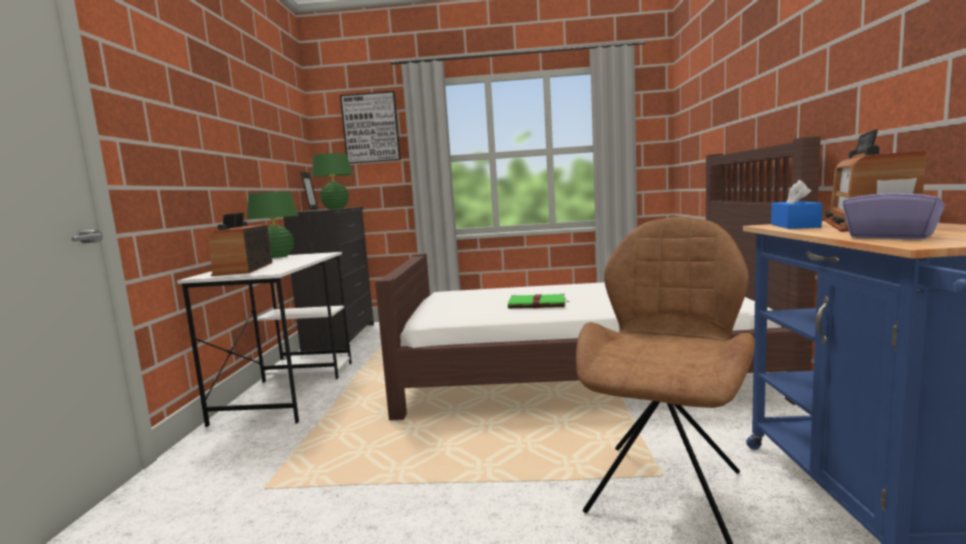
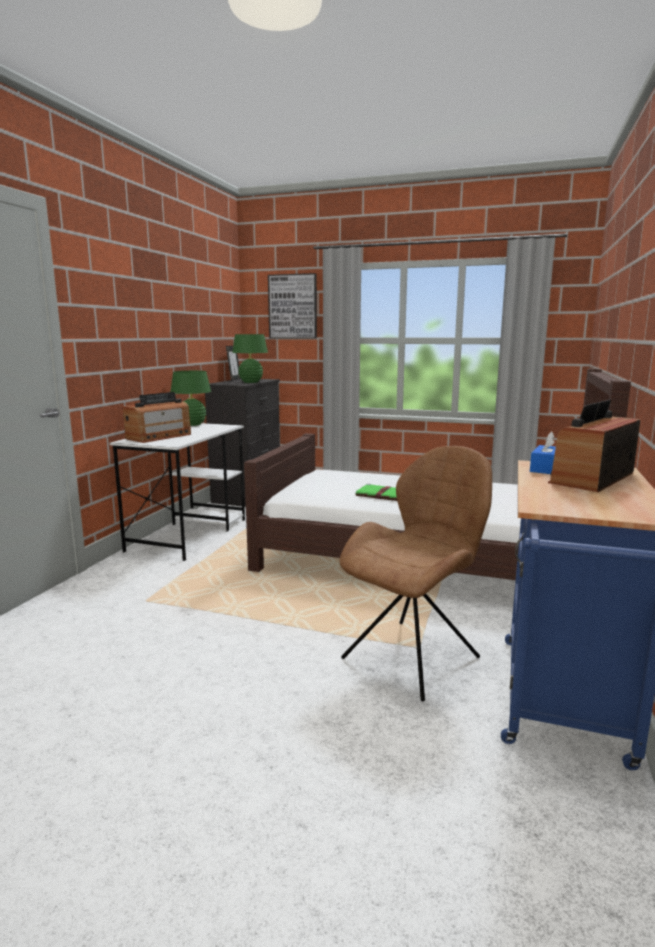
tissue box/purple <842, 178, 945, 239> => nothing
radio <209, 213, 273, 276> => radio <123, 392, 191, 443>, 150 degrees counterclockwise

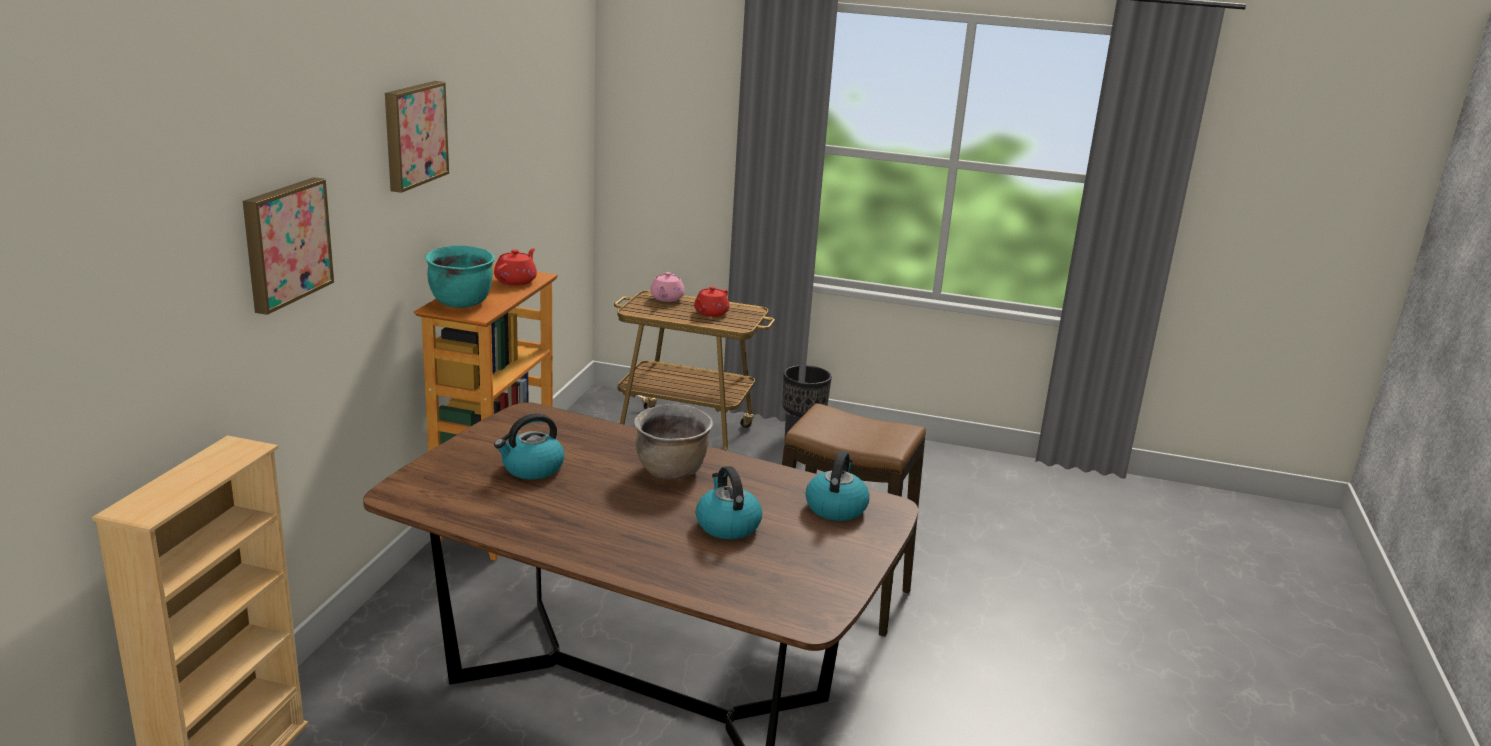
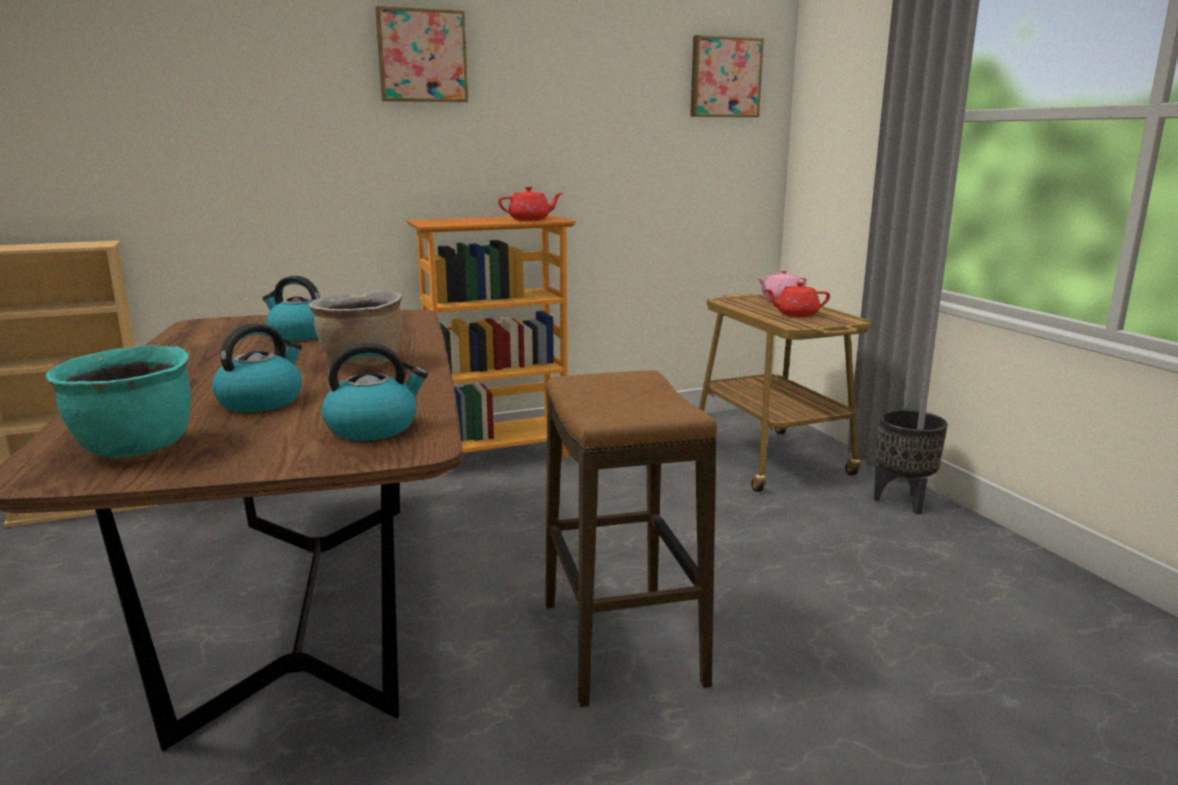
picture <243, 177, 334, 315> => picture <690, 35, 764, 117>, moved
cooking pot/turquoise <425, 245, 495, 308> => cooking pot/turquoise <45, 345, 191, 458>, moved

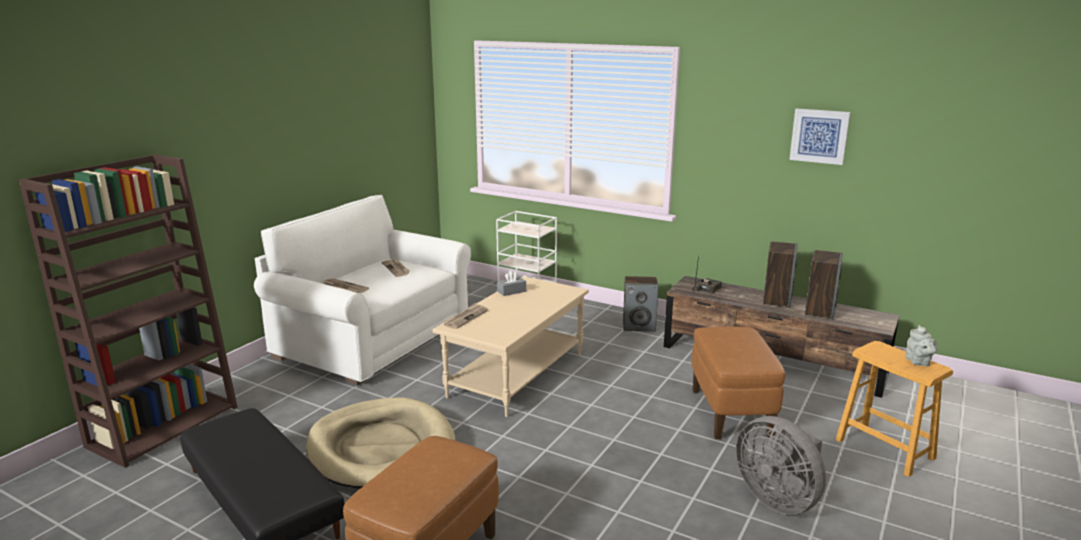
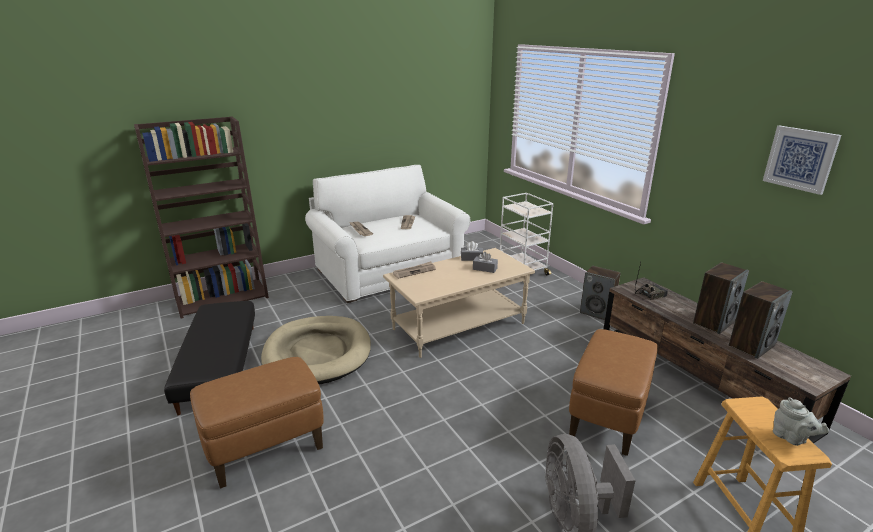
nothing => tissue box/grey <473, 252, 498, 273>
teapot/grey <905, 325, 937, 366> => teapot/grey <773, 397, 829, 446>, 60 degrees counterclockwise

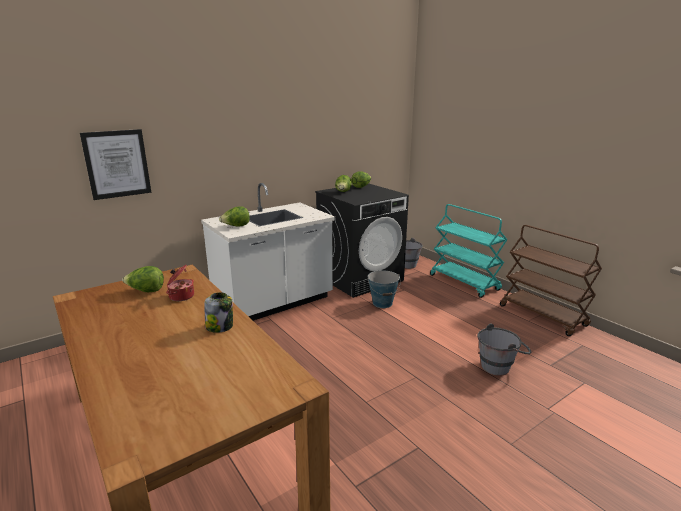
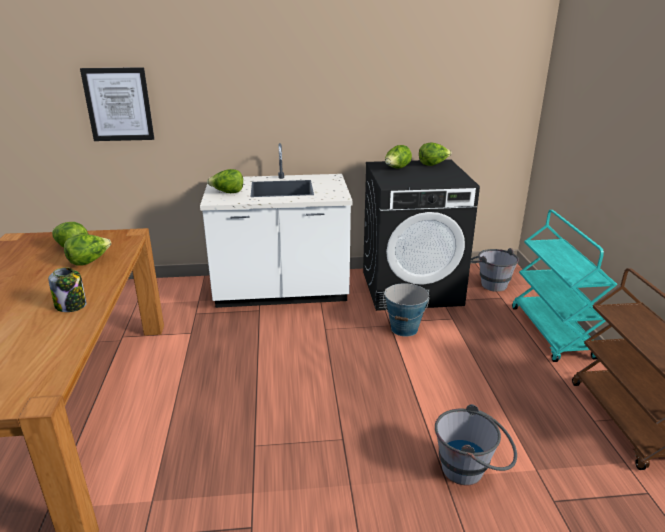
cooking pot <166, 265, 194, 301> => lettuce <64, 234, 111, 266>

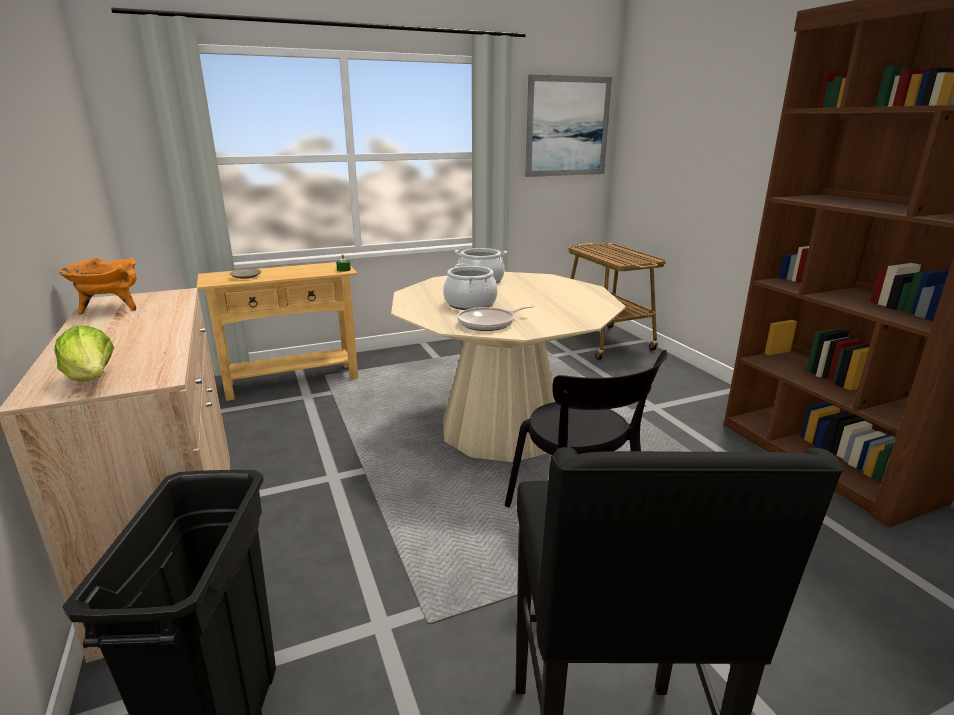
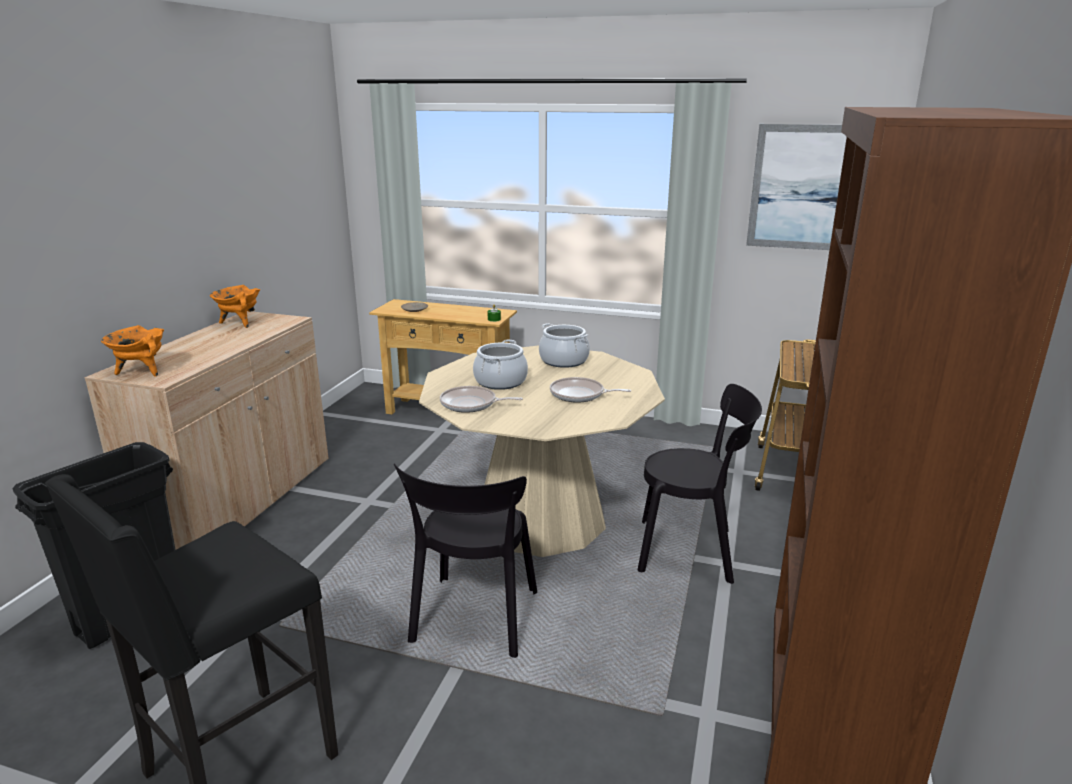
nothing => frying pan <550, 377, 631, 403>
nothing => chair/black <638, 384, 762, 584>
lettuce <54, 326, 114, 382> => cooking pot/orange <101, 325, 164, 377>

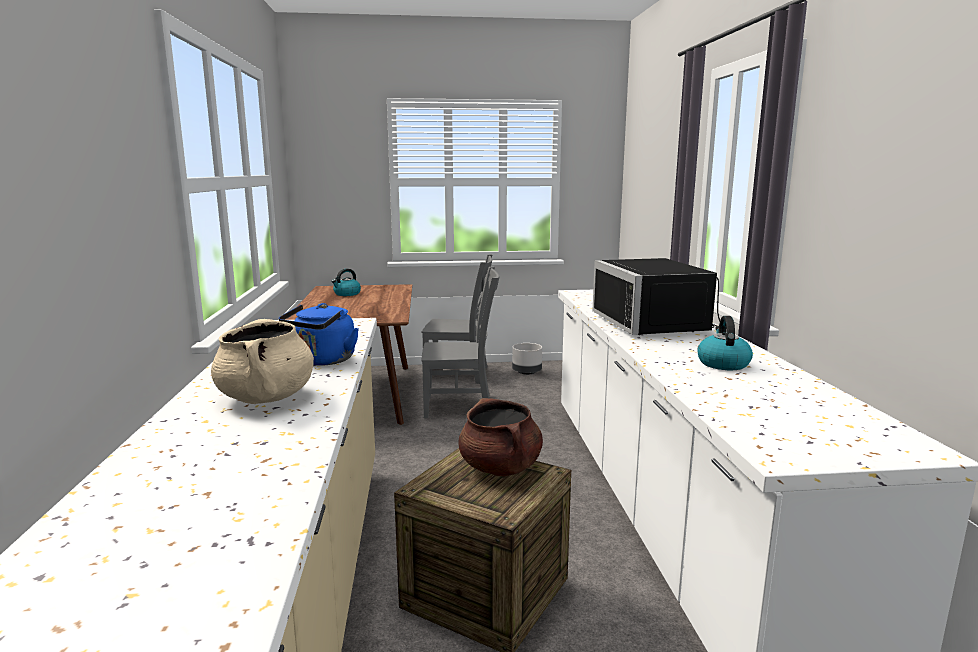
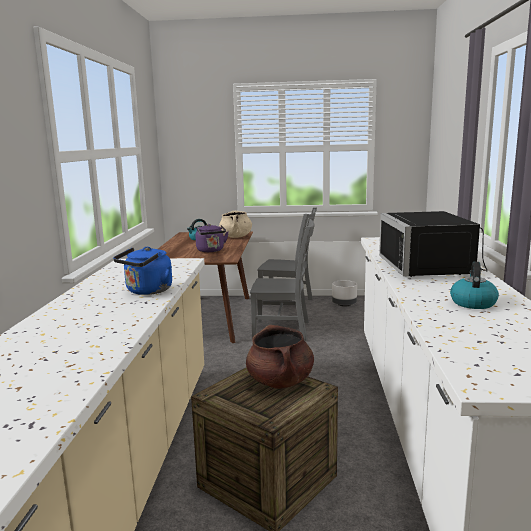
nothing => kettle/purple <195, 224, 229, 252>
cooking pot/beige <211, 319, 314, 404> => cooking pot/beige <219, 211, 252, 238>, moved

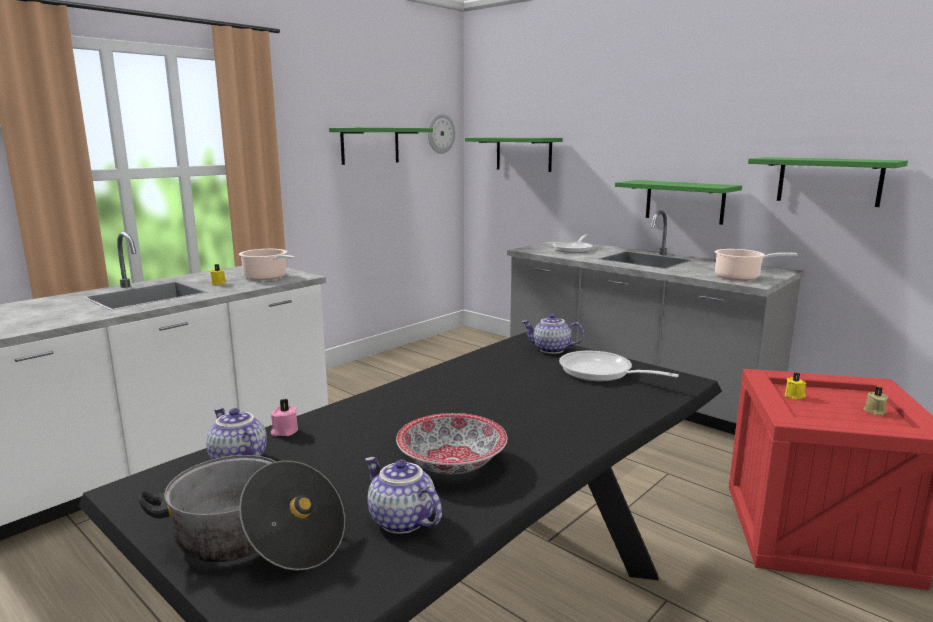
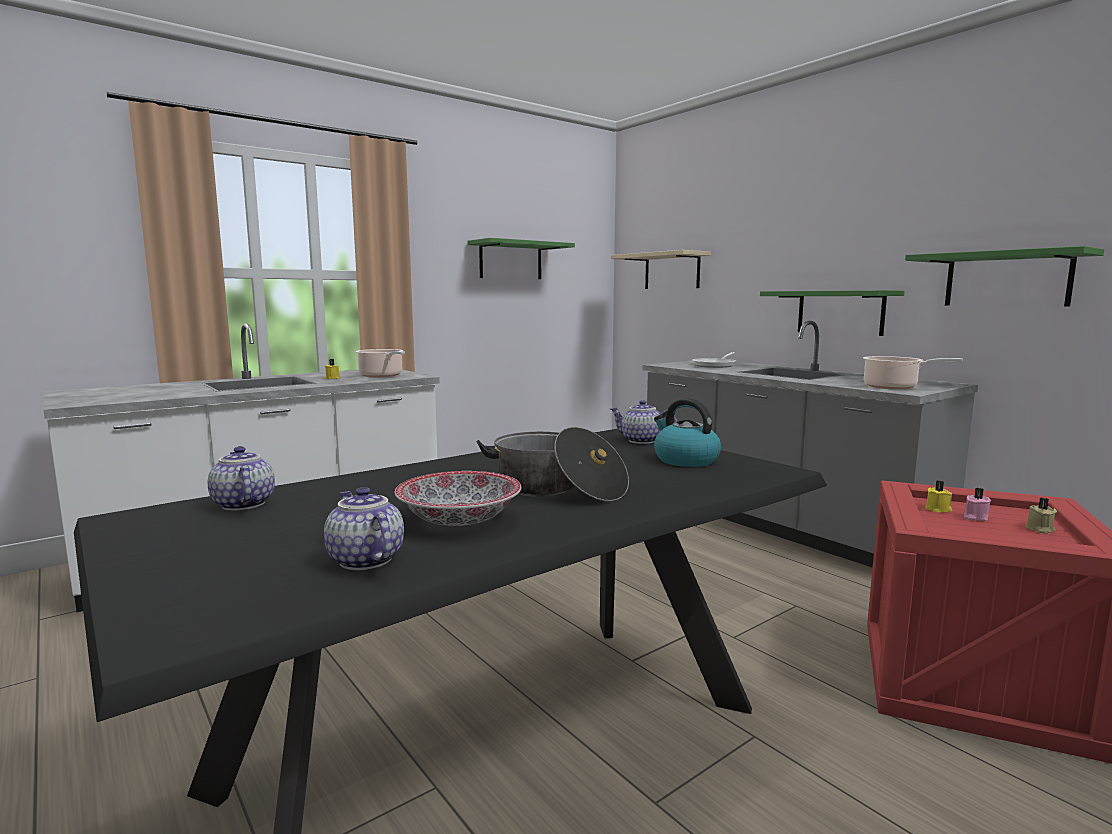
wall clock <428, 114, 455, 154> => nothing
cooking pot <138, 455, 345, 571> => cooking pot <476, 427, 629, 502>, moved
candle/pink <271, 399, 298, 436> => candle/pink <964, 488, 991, 521>, moved
frying pan <559, 351, 679, 381> => kettle <654, 398, 721, 467>
shelf/green <465, 138, 563, 172> => shelf/beige <611, 250, 711, 289>

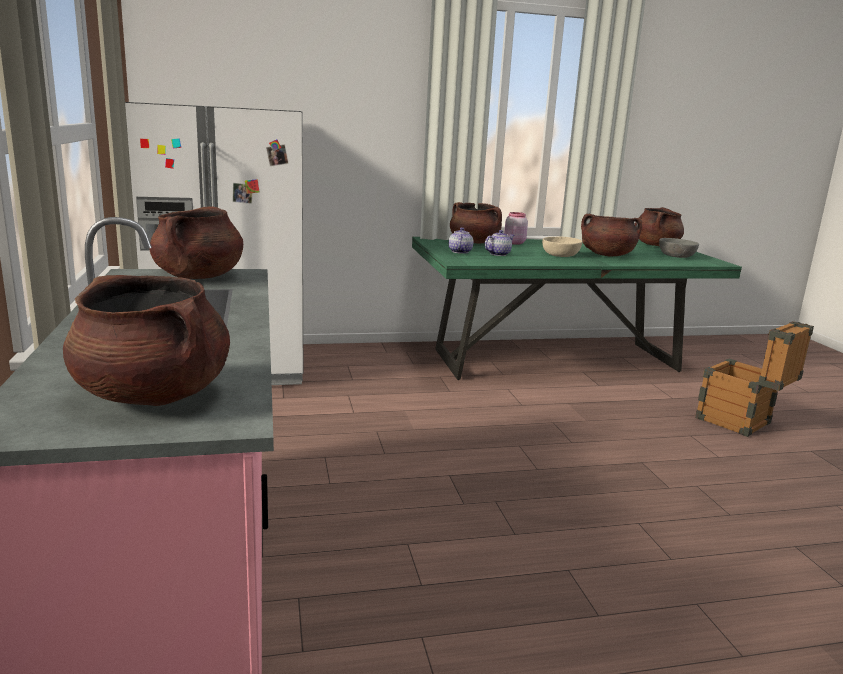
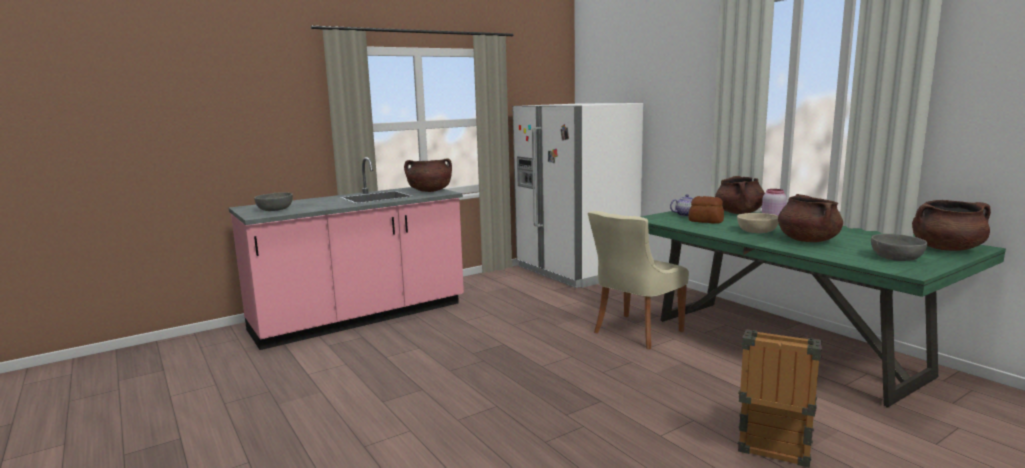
nothing => chair/beige <588, 211, 689, 349>
cooking pot/brown <63, 275, 230, 406> => bowl/grey <254, 192, 293, 211>
teapot <485, 230, 514, 256> => bread <689, 196, 724, 224>

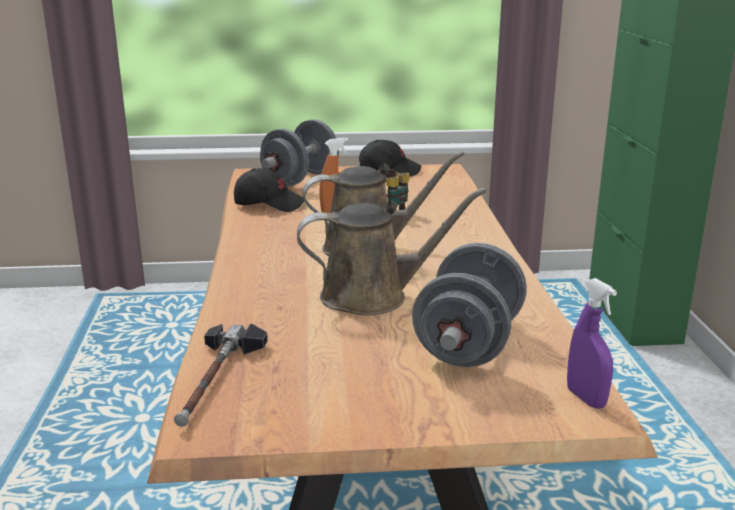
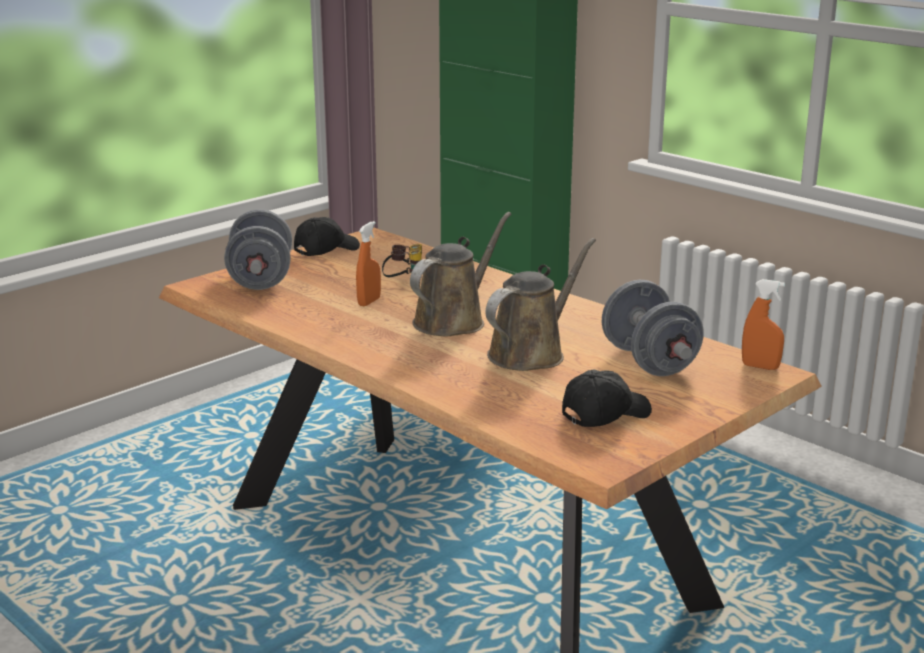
hammer <174, 323, 268, 427> => nothing
cap/black <234, 168, 304, 212> => cap/black <562, 369, 652, 427>, moved
spray bottle/purple <567, 278, 617, 409> => spray bottle/orange <742, 279, 785, 370>

